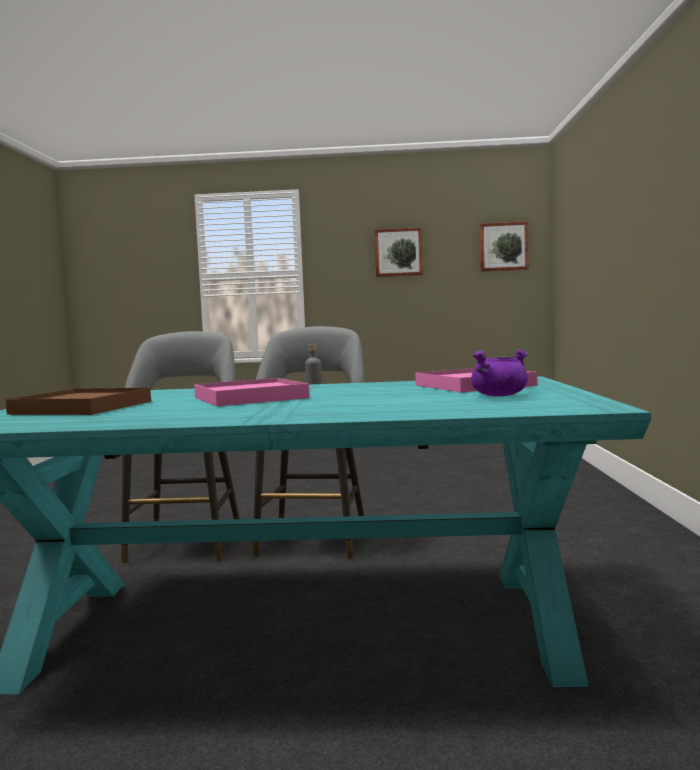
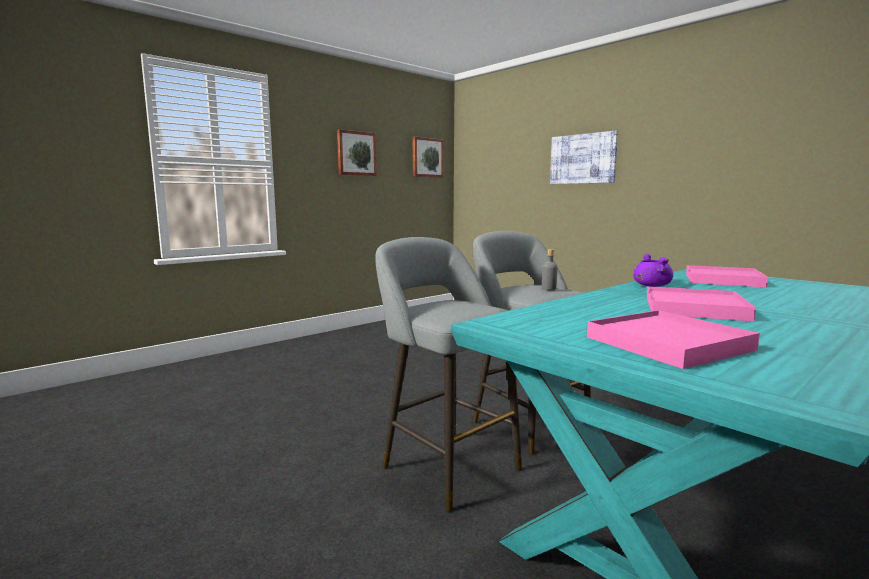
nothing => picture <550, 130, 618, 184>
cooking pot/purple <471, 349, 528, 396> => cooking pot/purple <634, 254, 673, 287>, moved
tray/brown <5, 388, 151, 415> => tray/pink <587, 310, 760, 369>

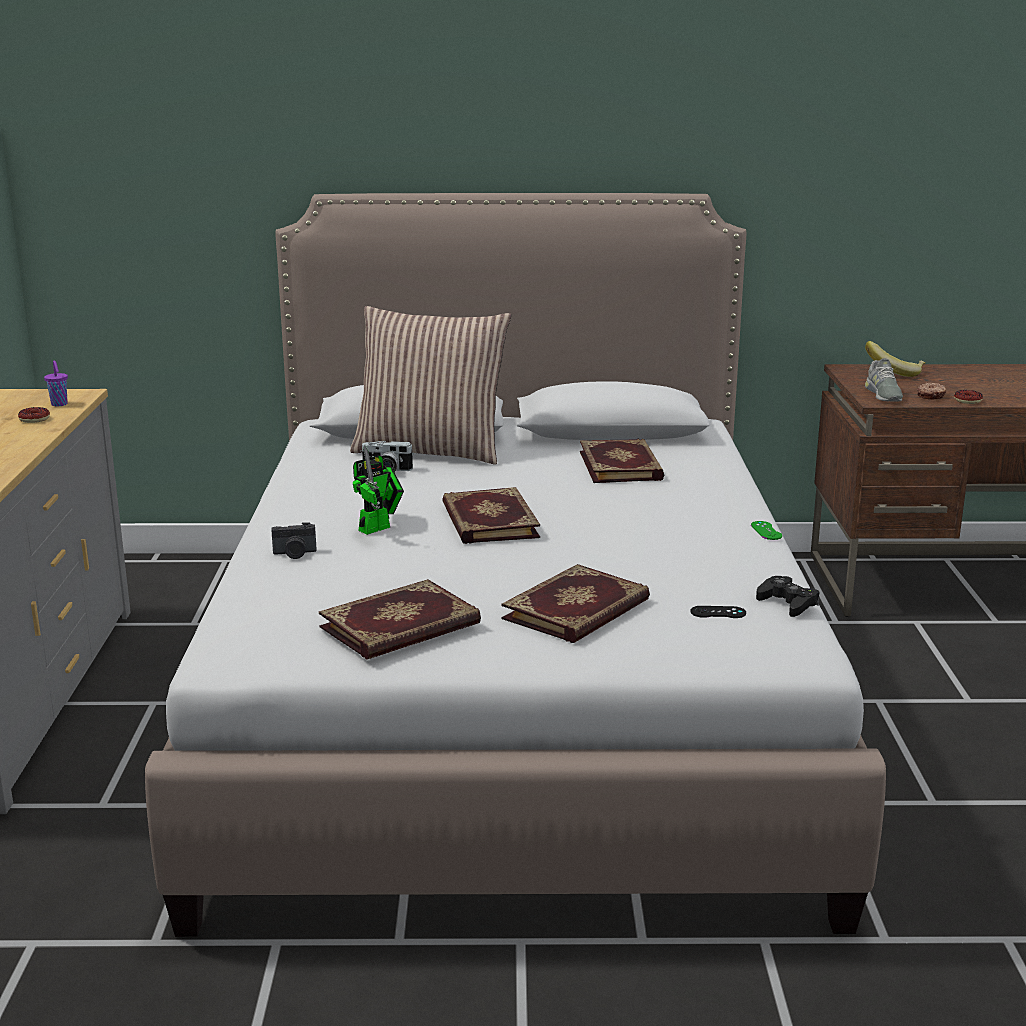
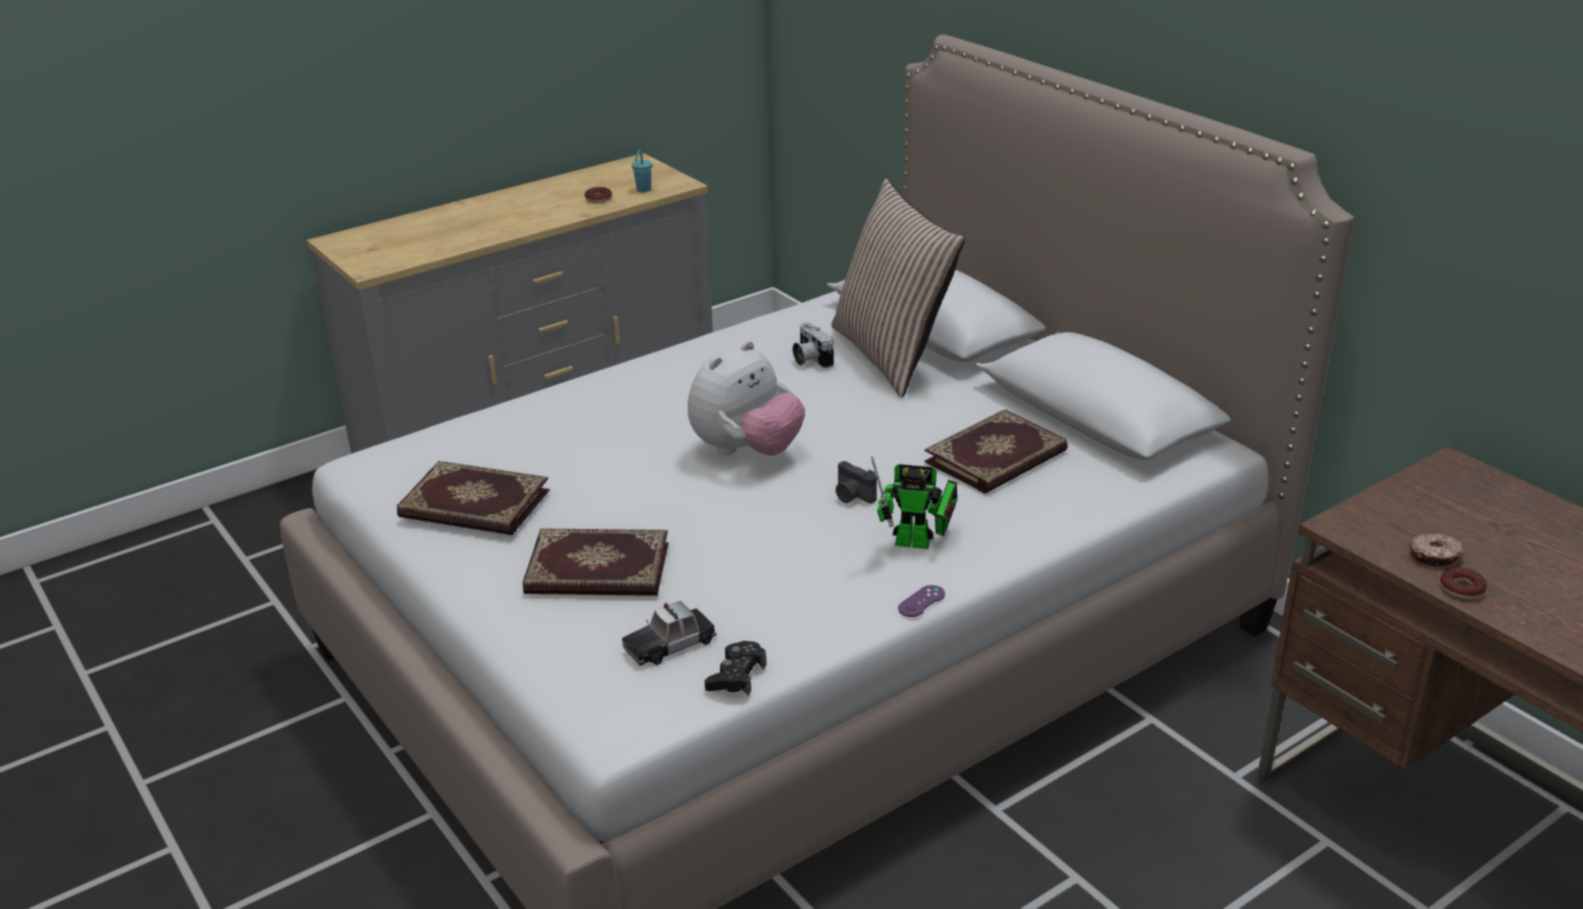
banana <865, 341, 926, 377> => nothing
shoe/grey <865, 358, 903, 402> => nothing
photo camera <271, 522, 317, 559> => photo camera <836, 461, 877, 503>, moved
toy robot <353, 445, 404, 535> => toy robot <871, 456, 957, 549>, moved
book <442, 487, 540, 544> => plush toy <688, 341, 805, 456>
game controller/black <690, 606, 746, 618> => toy car <622, 601, 717, 666>
cup/purple <44, 361, 68, 406> => cup/turquoise <632, 150, 653, 192>
game controller/green <751, 521, 782, 540> => game controller/purple <898, 585, 945, 617>

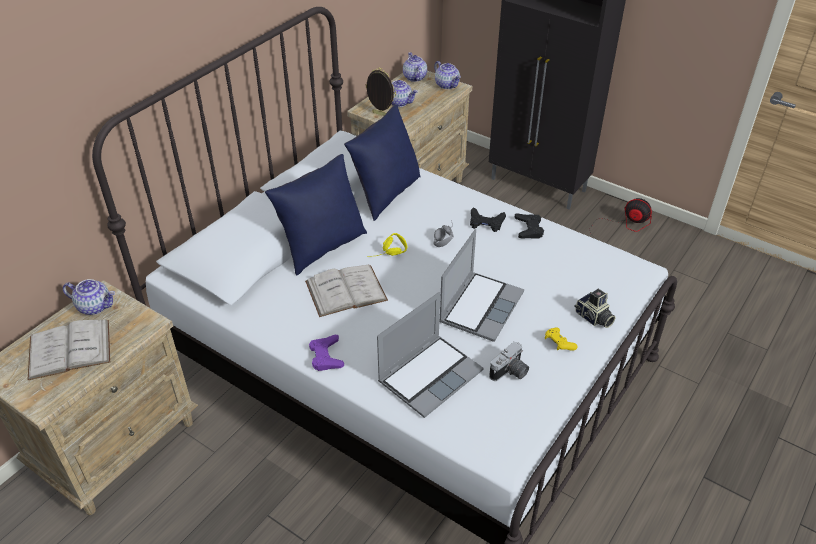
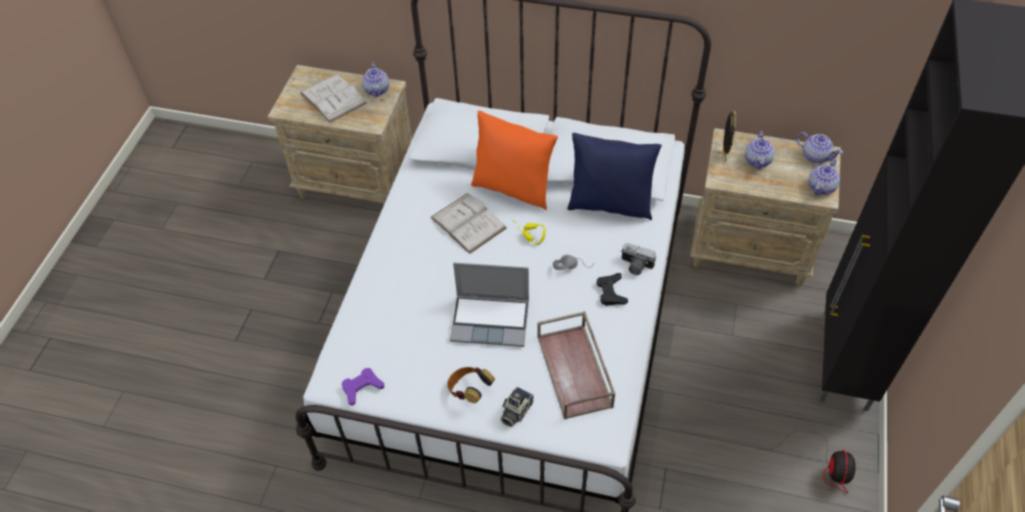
laptop <377, 292, 483, 418> => nothing
game controller/black <515, 213, 544, 239> => nothing
nothing => tray/brown <537, 311, 615, 420>
game controller/purple <309, 335, 344, 371> => game controller/purple <342, 368, 384, 406>, moved
photo camera <489, 342, 529, 381> => photo camera <621, 243, 656, 275>, moved
game controller/yellow <545, 327, 578, 351> => headphones <447, 367, 495, 403>
pillow/blue <265, 154, 367, 275> => pillow/orange <471, 111, 558, 210>
teapot <403, 52, 427, 82> => teapot <796, 132, 843, 163>, 75 degrees clockwise

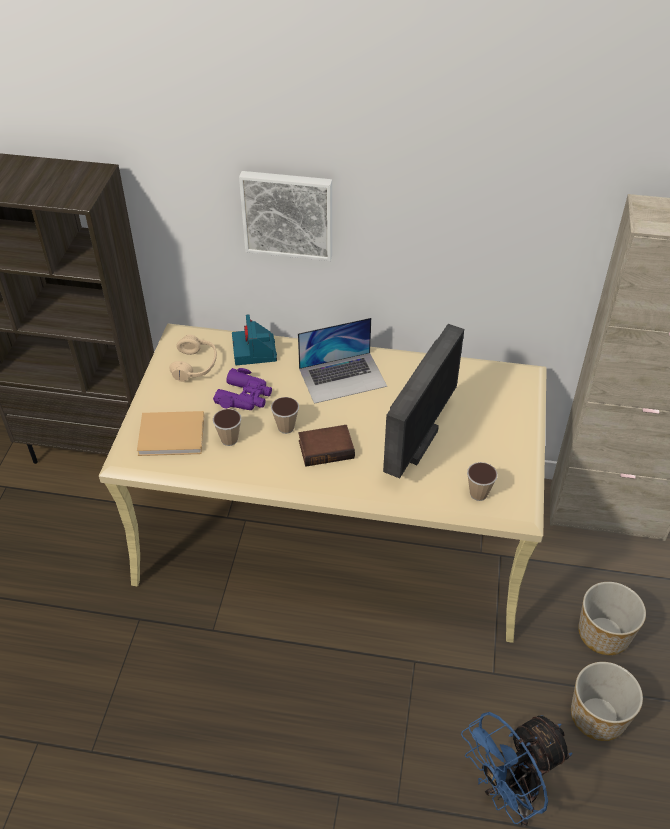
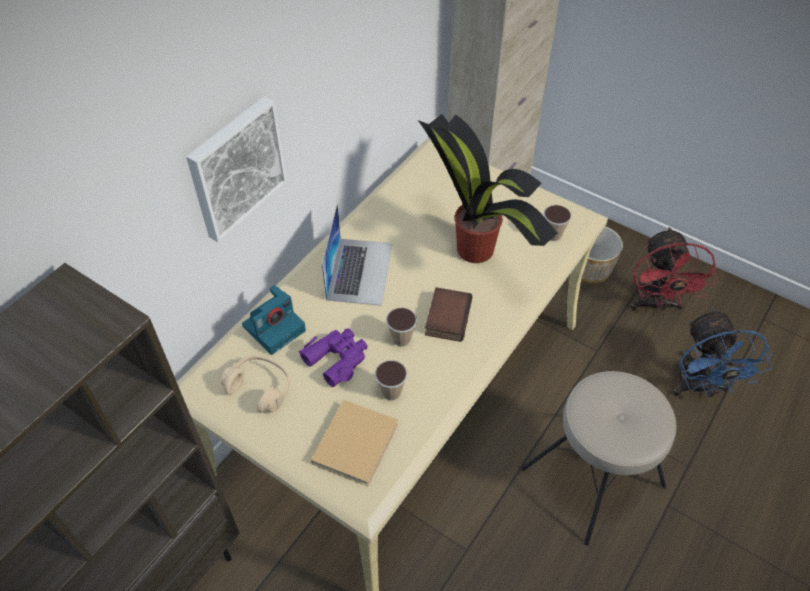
nothing => stool/beige <521, 371, 677, 545>
monitor <383, 324, 464, 478> => potted plant <418, 114, 558, 263>
planter <571, 662, 643, 741> => fan/red <630, 227, 718, 313>
photo camera <232, 314, 277, 365> => photo camera <242, 285, 306, 355>, 60 degrees counterclockwise

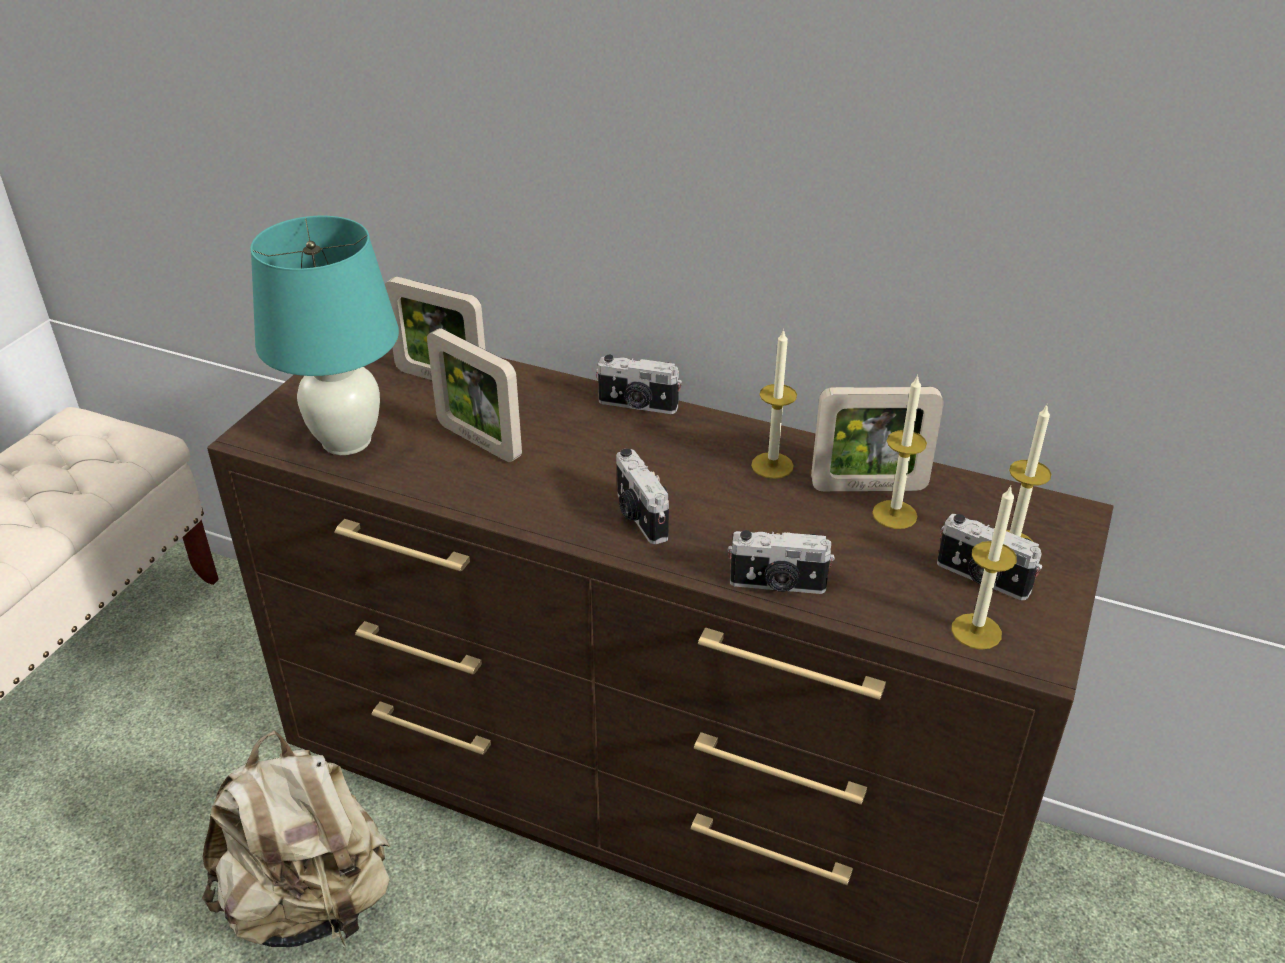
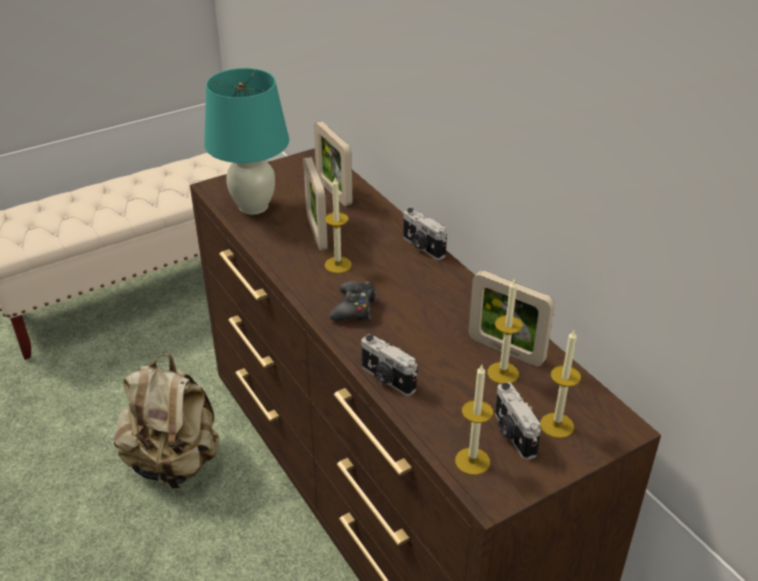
candle <751, 329, 797, 479> => candle <325, 178, 352, 273>, moved
photo camera <616, 448, 669, 544> => game controller/black <329, 281, 377, 321>

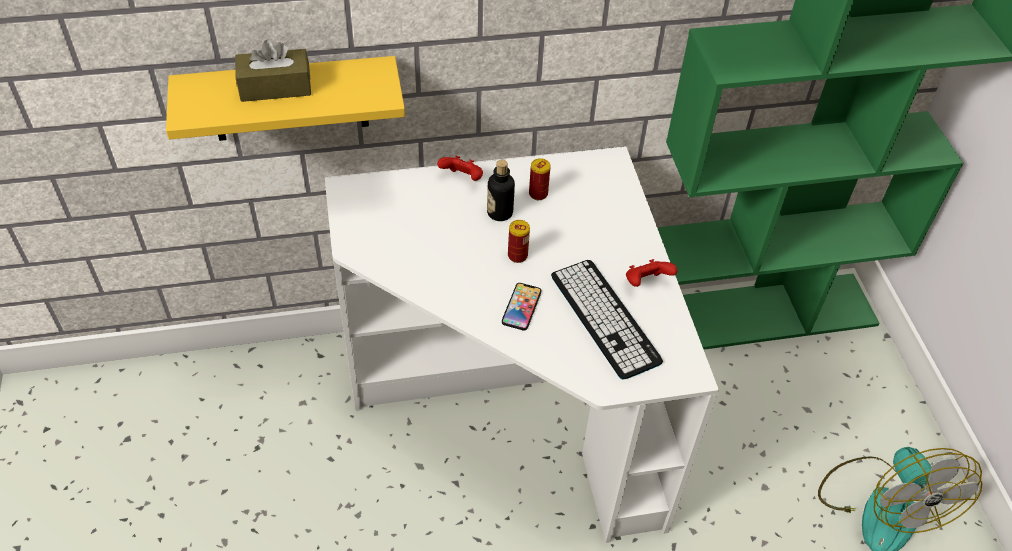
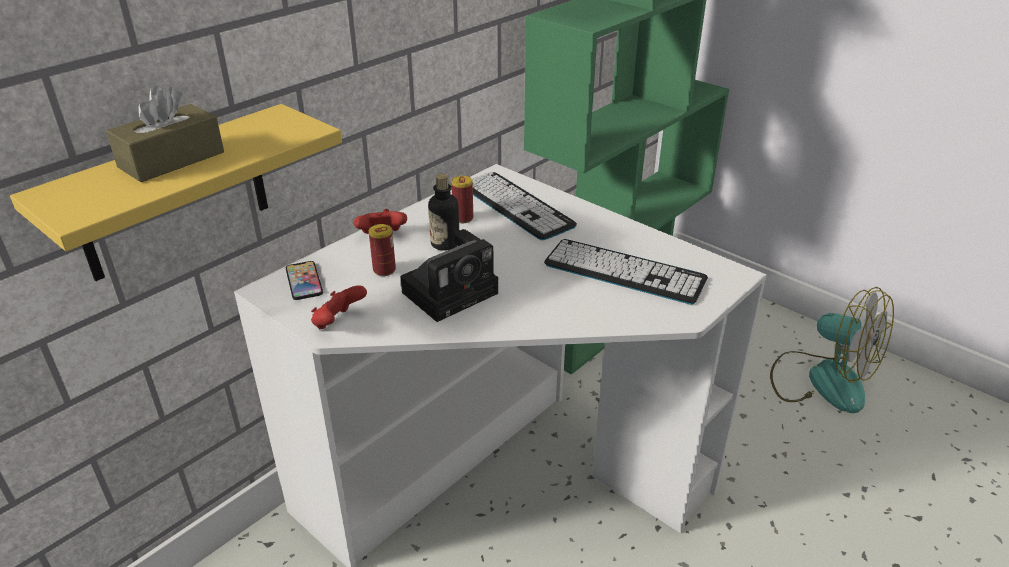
nothing => photo camera <401, 229, 498, 322>
nothing => keyboard <472, 172, 577, 240>
phone <502, 283, 541, 330> => phone <286, 261, 323, 300>, moved
can <508, 220, 530, 263> => can <369, 224, 396, 276>, moved
game controller/red <626, 259, 677, 287> => game controller/red <311, 285, 367, 330>, moved

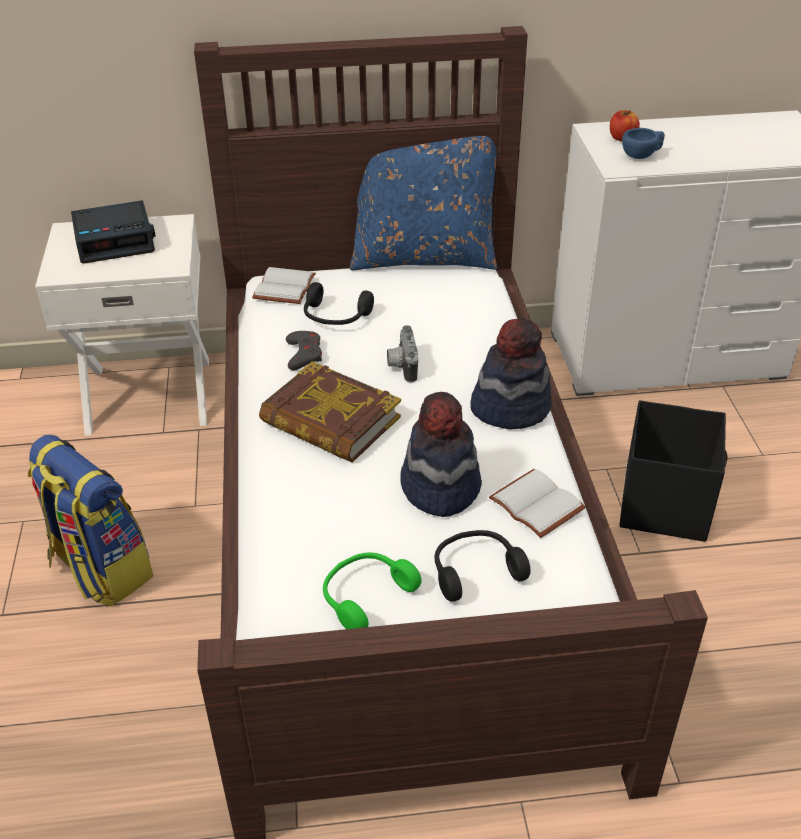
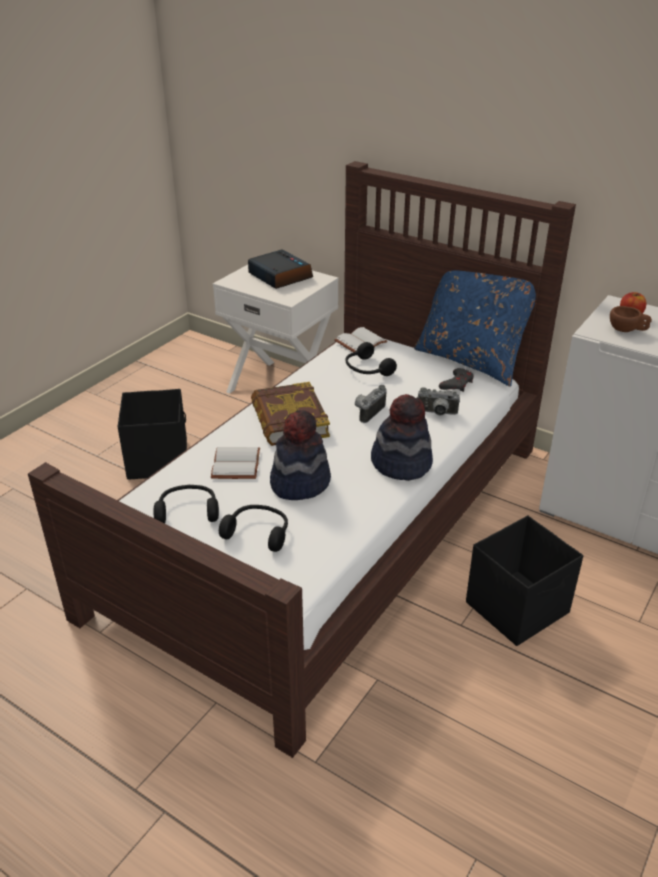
nothing => photo camera <417, 387, 460, 416>
game controller/grey <286, 331, 322, 370> => game controller/grey <439, 368, 474, 392>, moved
book/white <489, 469, 586, 538> => book/white <211, 447, 260, 479>, moved
backpack <27, 435, 153, 606> => storage box/black <117, 389, 187, 480>
headphones/green <323, 552, 422, 629> => headphones/black <154, 485, 219, 524>
cup/blue <622, 128, 665, 159> => cup/brown <610, 306, 652, 332>
alarm clock <71, 200, 156, 264> => alarm clock <248, 249, 313, 289>, 150 degrees counterclockwise

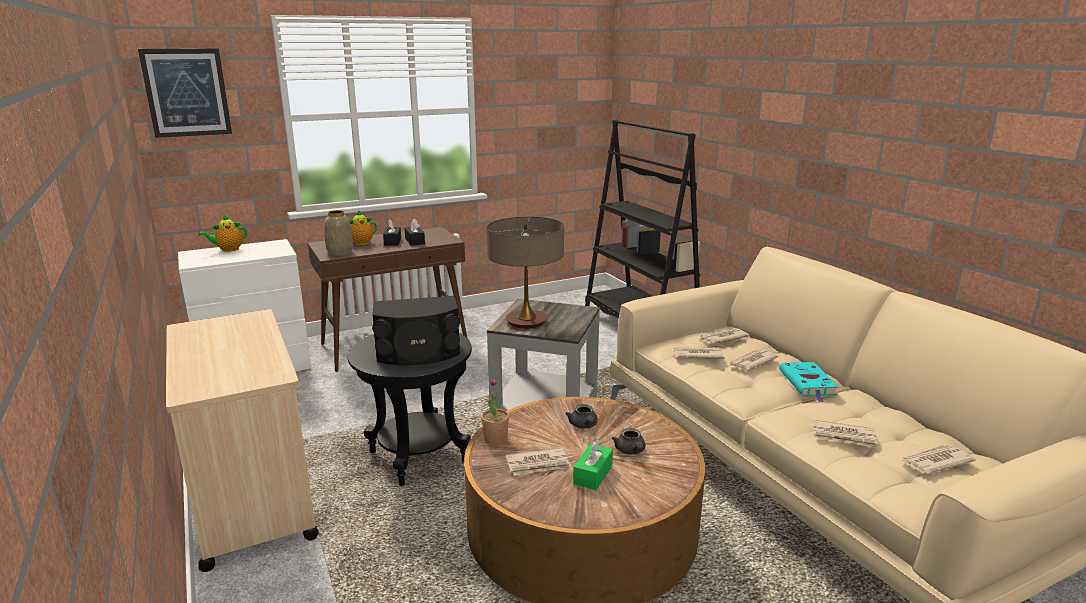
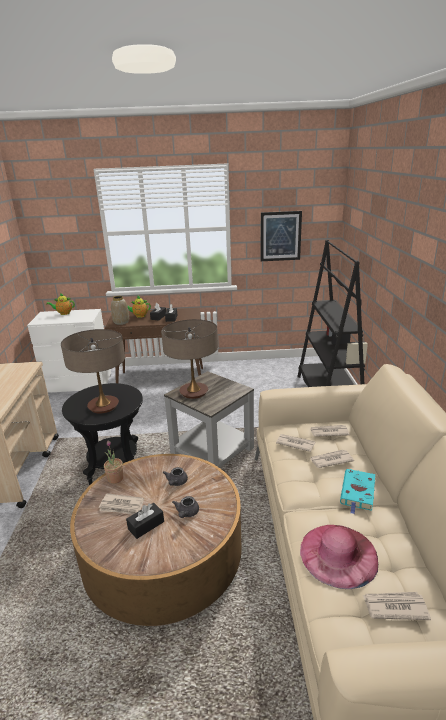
picture <138, 48, 232, 138> => picture <261, 211, 302, 261>, moved
speaker/black <372, 296, 460, 365> => table lamp <61, 329, 125, 414>
newspaper <812, 420, 880, 449> => hat/pink <300, 525, 378, 589>
tissue box/green <573, 440, 613, 490> => tissue box/black <126, 503, 164, 539>

